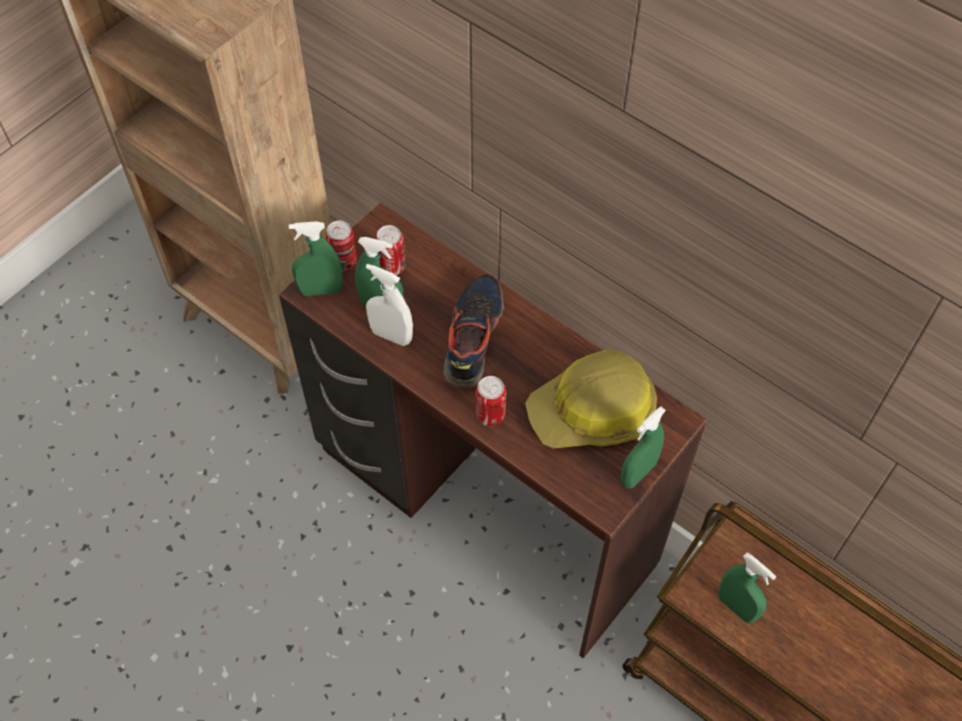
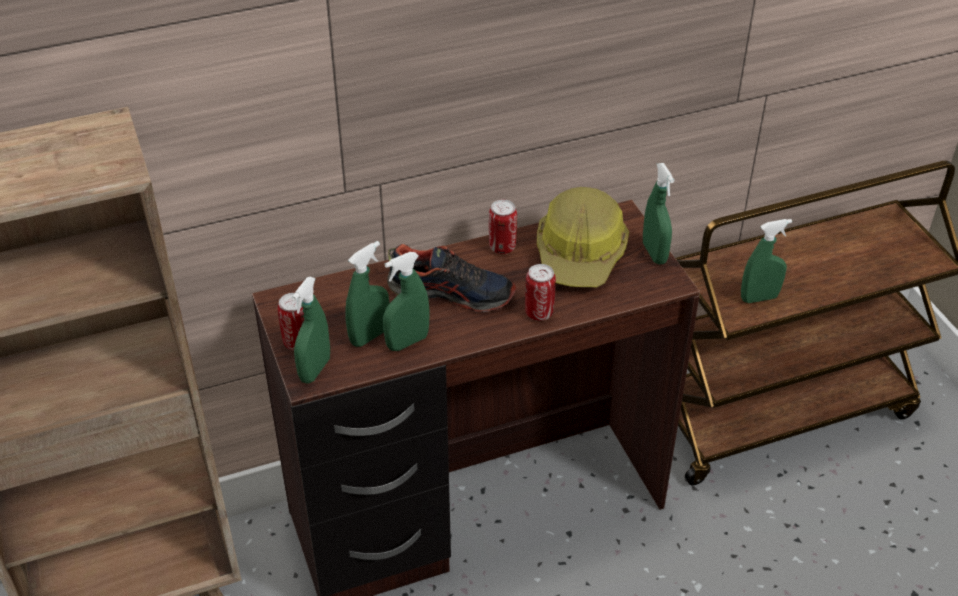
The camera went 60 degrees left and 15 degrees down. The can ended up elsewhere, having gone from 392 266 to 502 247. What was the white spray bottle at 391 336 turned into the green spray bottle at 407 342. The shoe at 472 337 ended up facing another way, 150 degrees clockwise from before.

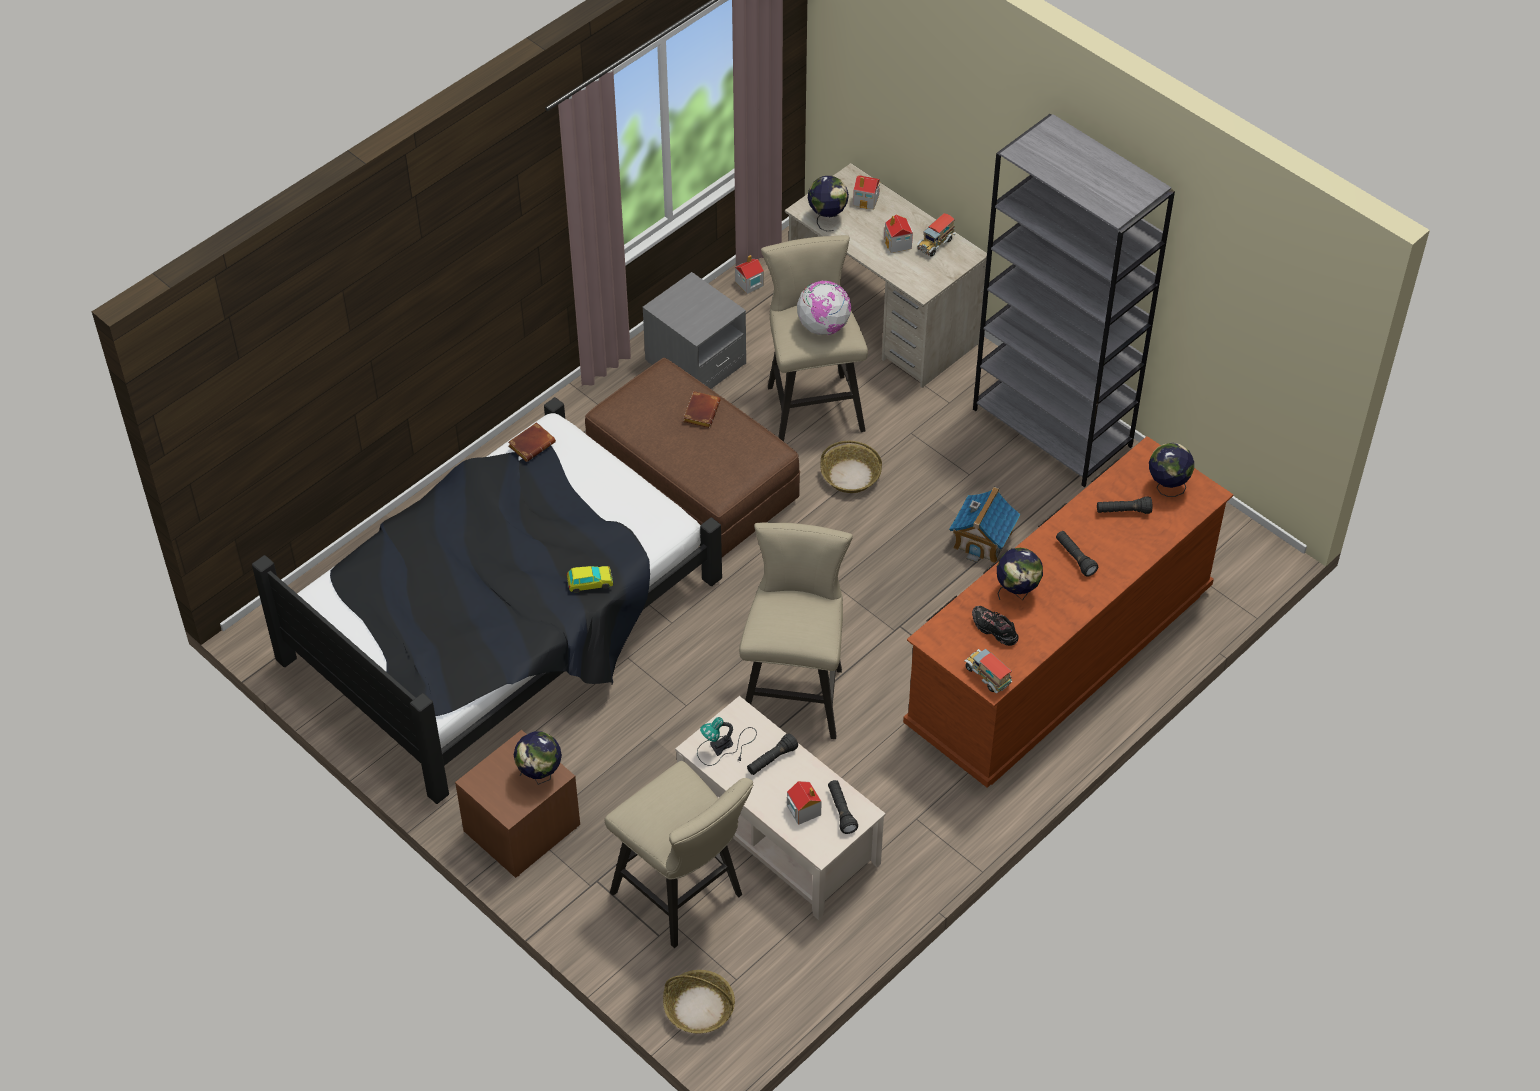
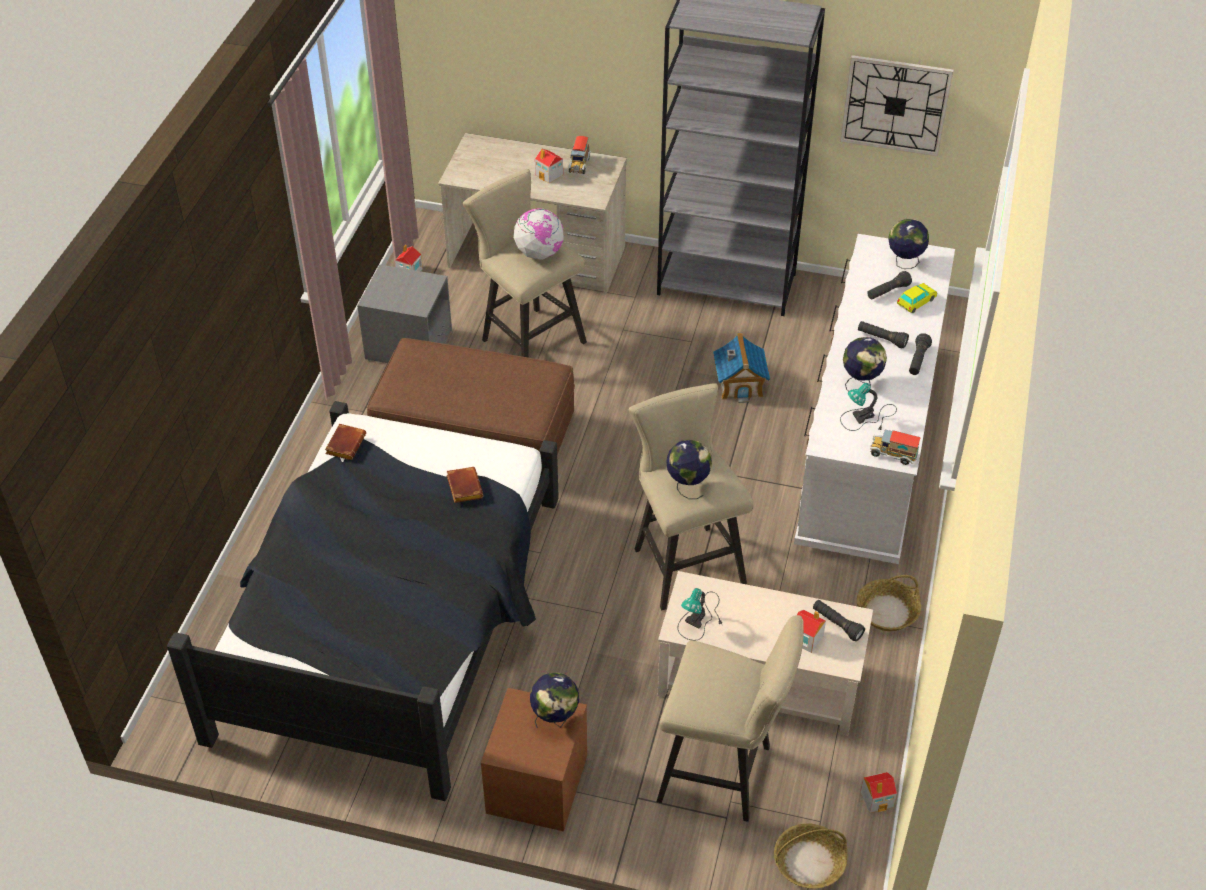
The camera went 30 degrees left and 5 degrees down. The second view gained the wall clock at 895 105. The toy car ended up elsewhere, having gone from 590 583 to 916 302. The brown book ended up elsewhere, having gone from 700 411 to 463 487. The black flashlight ended up elsewhere, having gone from 771 760 to 918 360. The globe ended up elsewhere, having gone from 827 219 to 687 486. The basket ended up elsewhere, having gone from 851 475 to 887 611. The toy house ended up elsewhere, having gone from 866 200 to 877 799. Where the black shoe stood at 994 630, the table lamp came to stand at 867 418. What was the brown dresser at 1059 659 turned into the white dresser at 867 445.

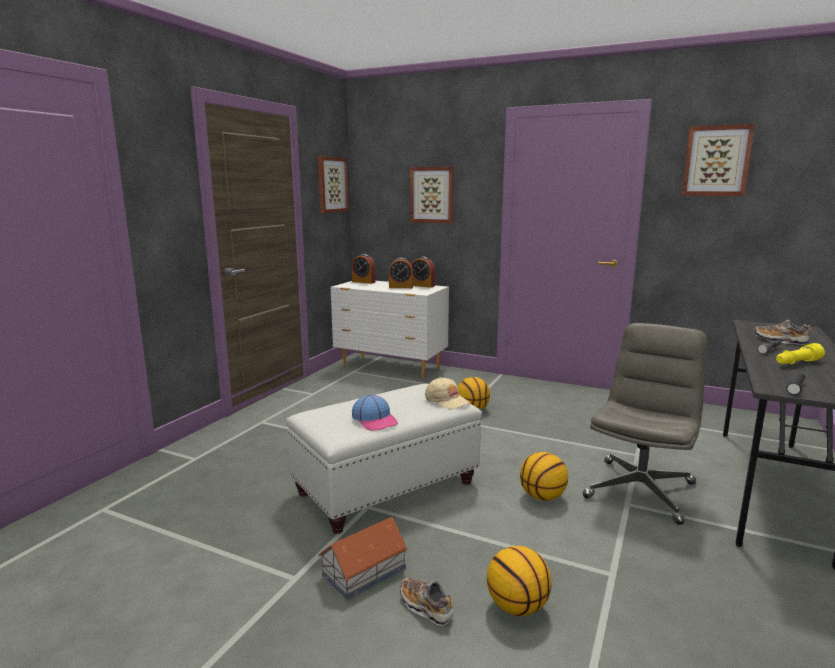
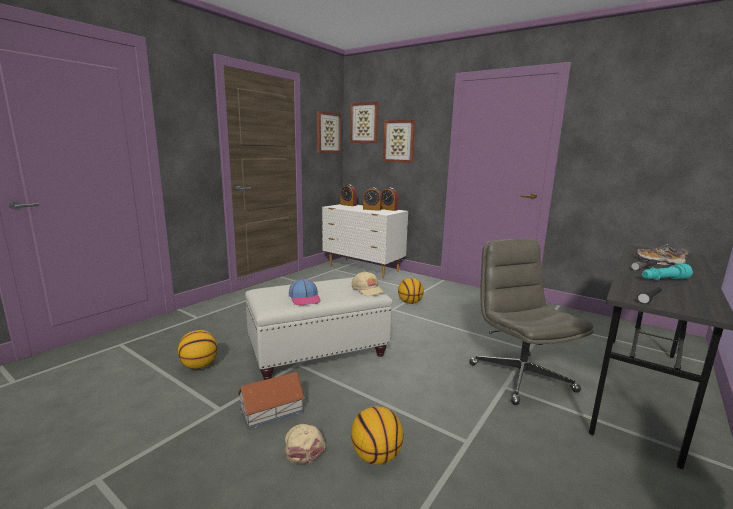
The camera went 10 degrees right and 0 degrees up. The basketball ended up elsewhere, having gone from 542 496 to 199 366. The picture ended up elsewhere, having gone from 716 161 to 364 123. Where the shoe stood at 425 607, the beige cap came to stand at 303 445. What was the yellow flashlight at 796 363 turned into the turquoise flashlight at 663 280. The grey office chair at 640 489 ended up facing another way, 60 degrees counterclockwise from before.

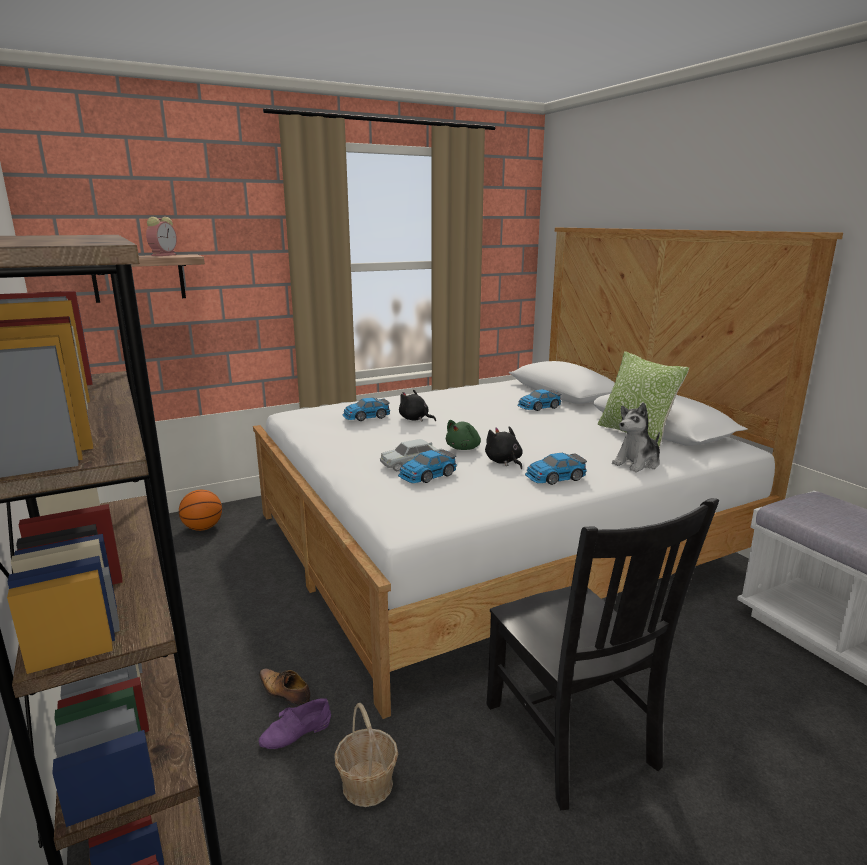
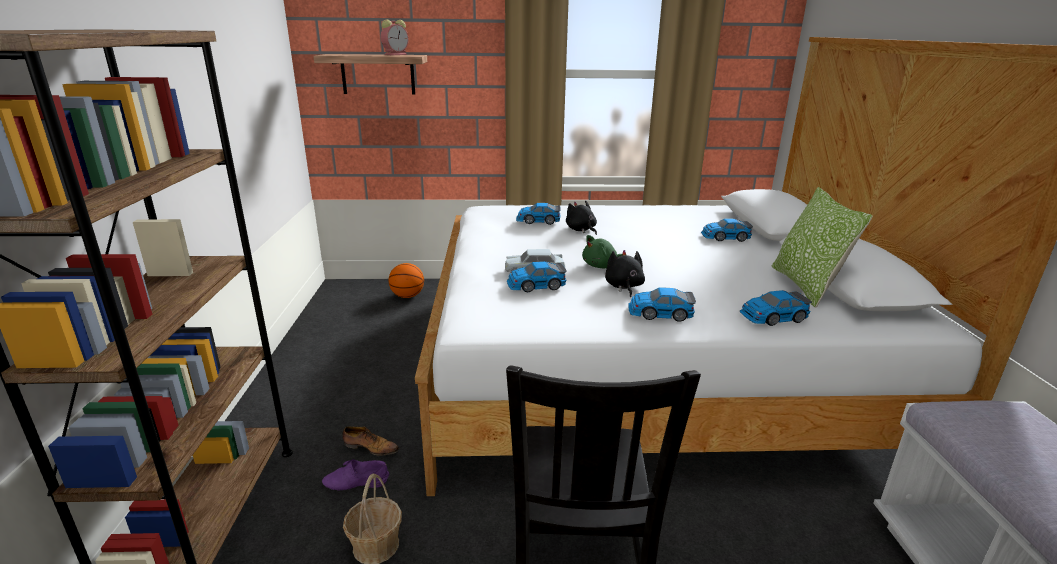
The camera went 25 degrees right and 5 degrees up. Where the plush toy stood at 637 463, the toy car came to stand at 773 317. The shoe at 284 693 ended up facing another way, 135 degrees clockwise from before.

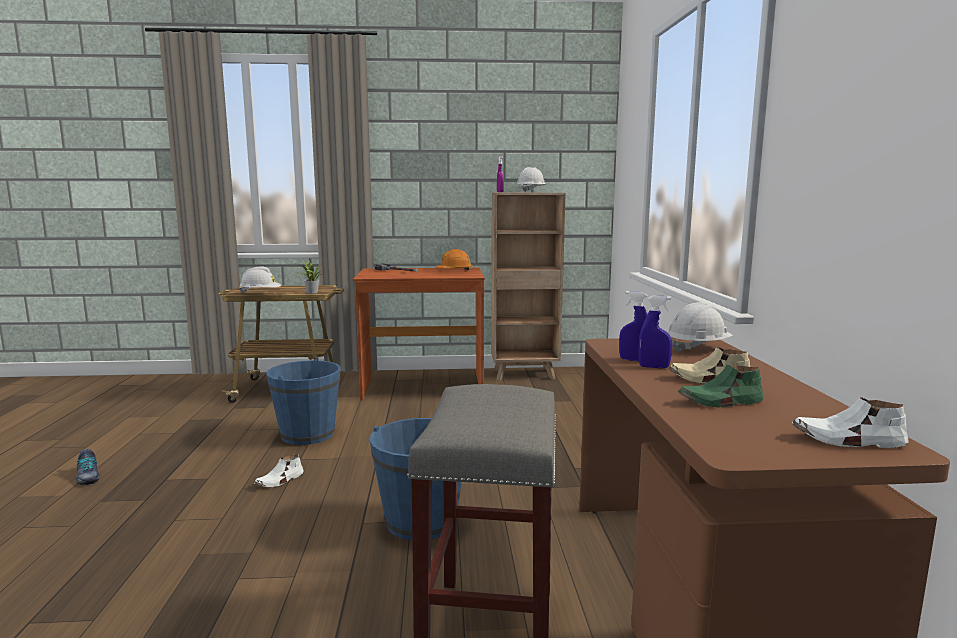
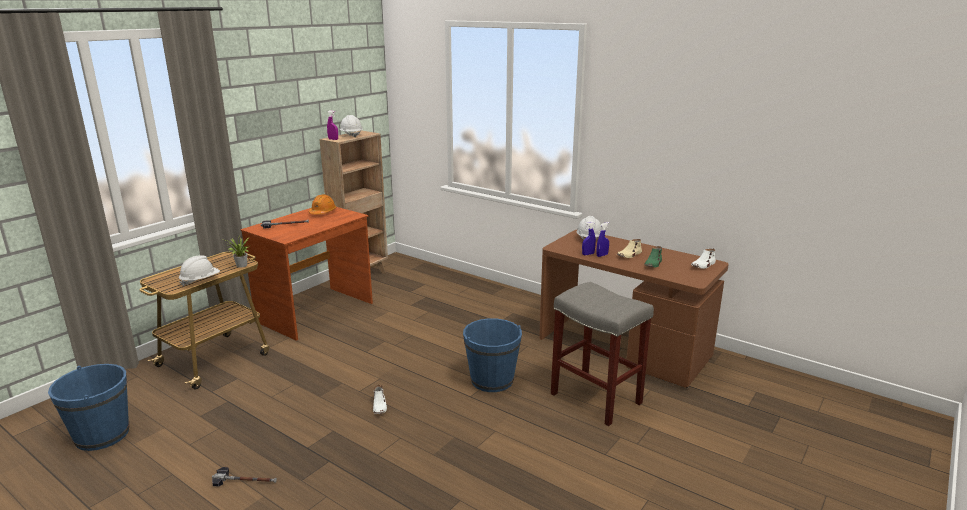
The camera went 50 degrees left and 10 degrees up. The blue bucket ended up elsewhere, having gone from 308 434 to 102 435. Where the shoe stood at 87 477, the hammer came to stand at 245 481.

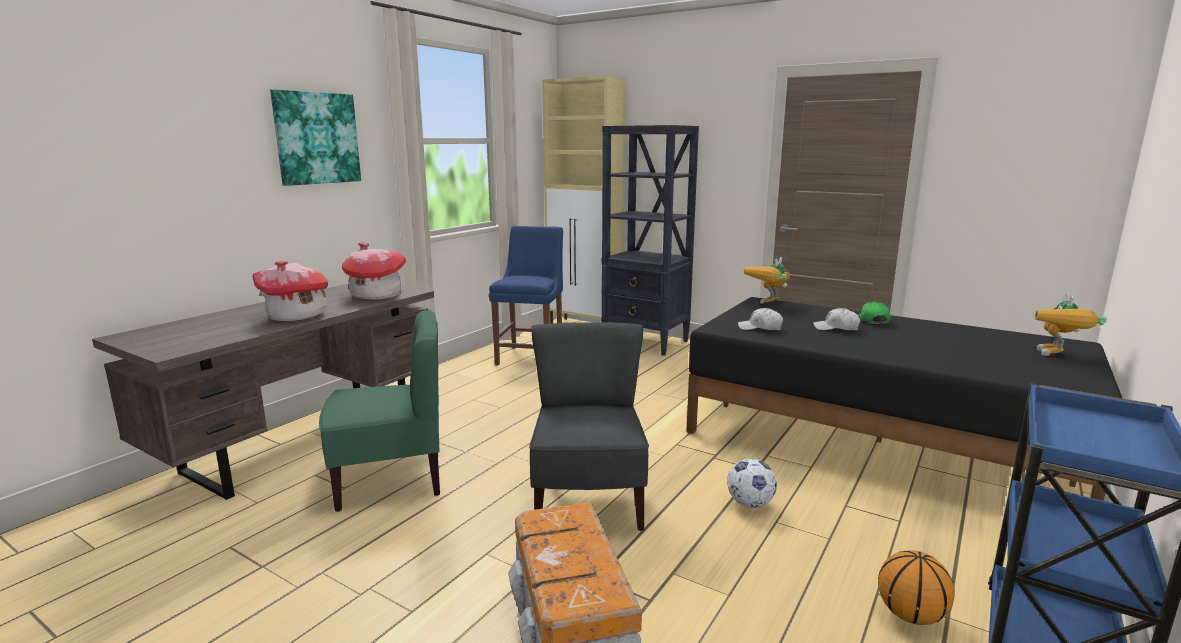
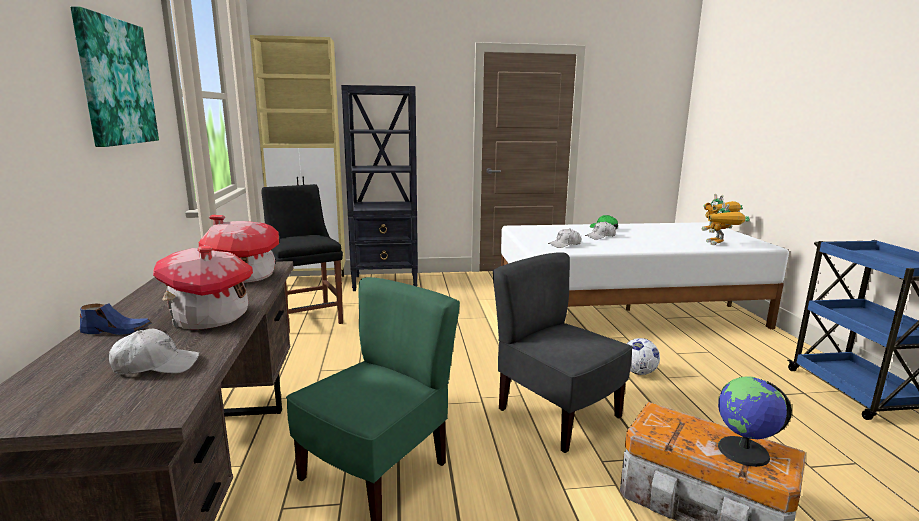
The camera went 40 degrees left and 0 degrees up. The second view lost the basketball at 911 616. The second view gained the blue shoe at 118 331. The second view gained the white cap at 156 365. The second view gained the globe at 743 452. The toy robot ended up elsewhere, having gone from 769 305 to 721 245. What was the blue chair at 531 356 turned into the black chair at 307 317. What was the black bed at 877 441 turned into the white bed at 627 310.

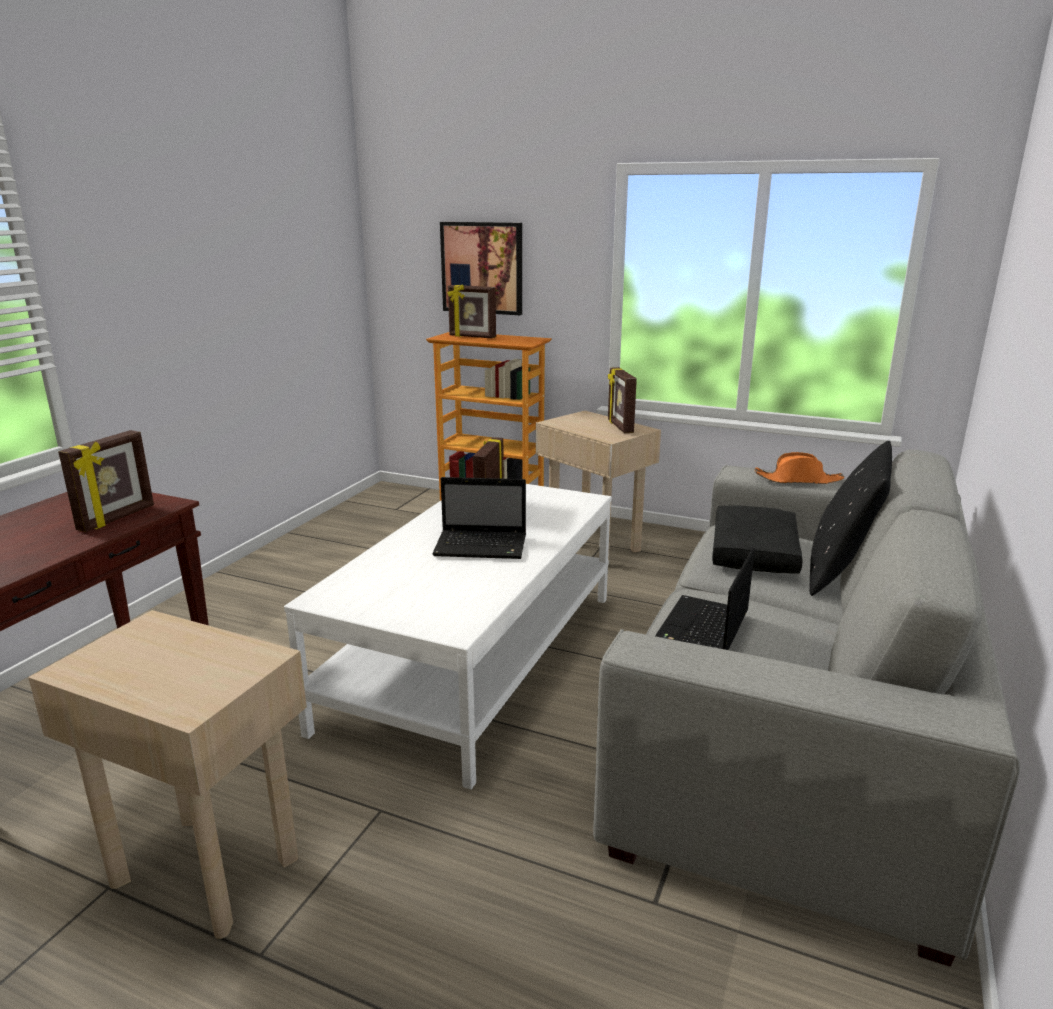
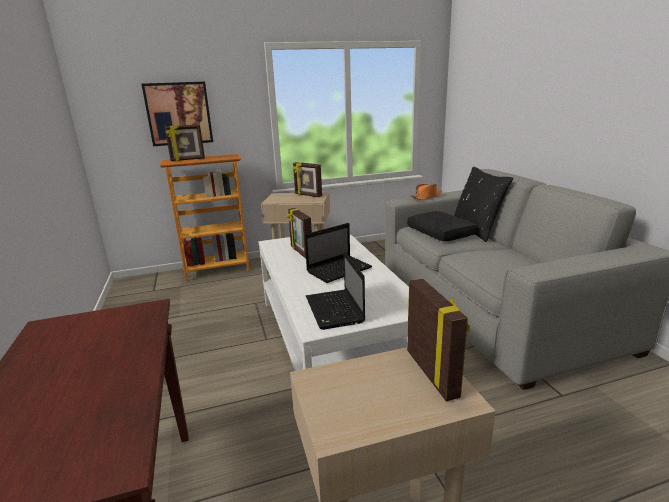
The camera went 40 degrees left and 0 degrees up. The picture frame ended up elsewhere, having gone from 117 518 to 433 373. The laptop ended up elsewhere, having gone from 702 631 to 335 310.

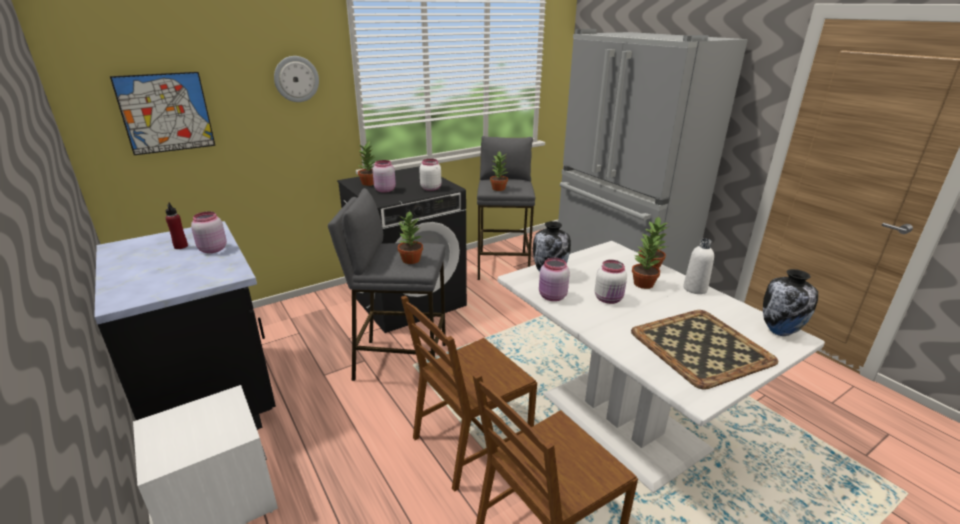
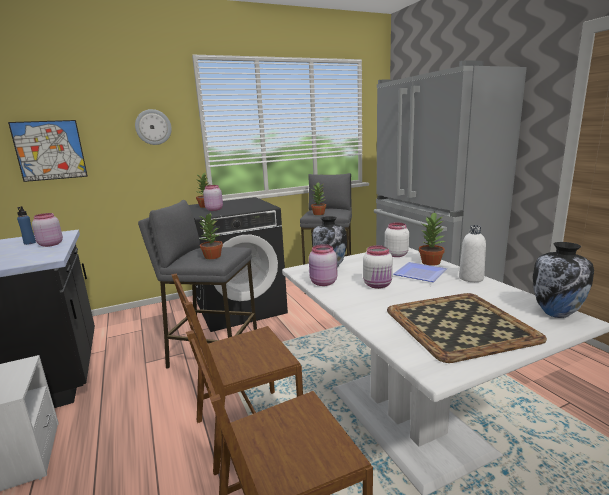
The camera went 10 degrees right and 10 degrees down. The white jar ended up elsewhere, having gone from 430 188 to 396 254. Where the potted plant stood at 642 284, the plate came to stand at 418 274. What was the red bottle at 181 246 turned into the blue bottle at 30 243.

